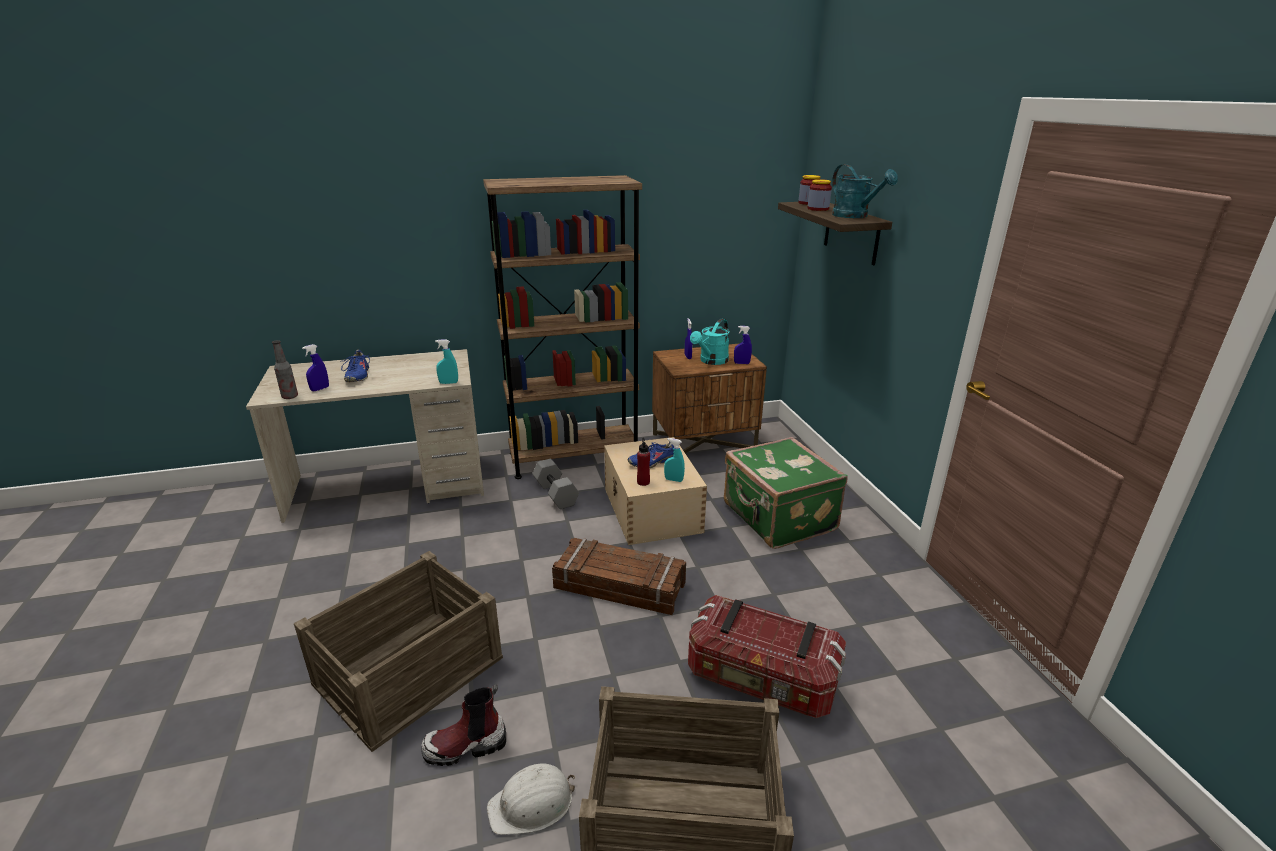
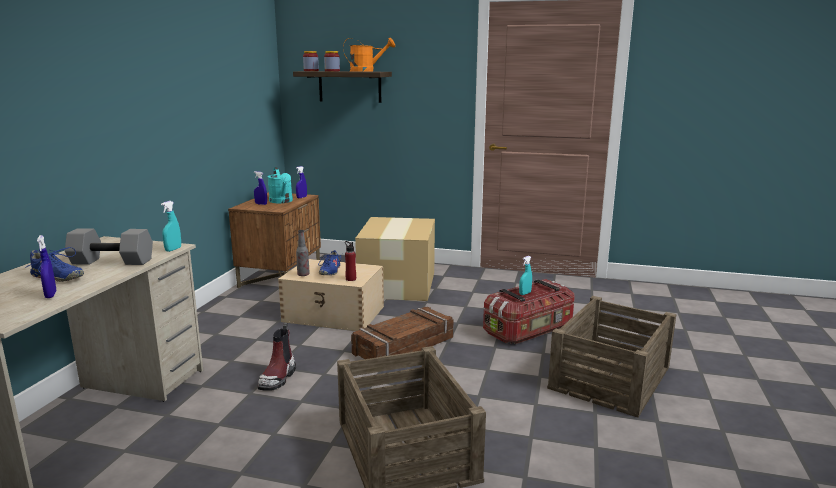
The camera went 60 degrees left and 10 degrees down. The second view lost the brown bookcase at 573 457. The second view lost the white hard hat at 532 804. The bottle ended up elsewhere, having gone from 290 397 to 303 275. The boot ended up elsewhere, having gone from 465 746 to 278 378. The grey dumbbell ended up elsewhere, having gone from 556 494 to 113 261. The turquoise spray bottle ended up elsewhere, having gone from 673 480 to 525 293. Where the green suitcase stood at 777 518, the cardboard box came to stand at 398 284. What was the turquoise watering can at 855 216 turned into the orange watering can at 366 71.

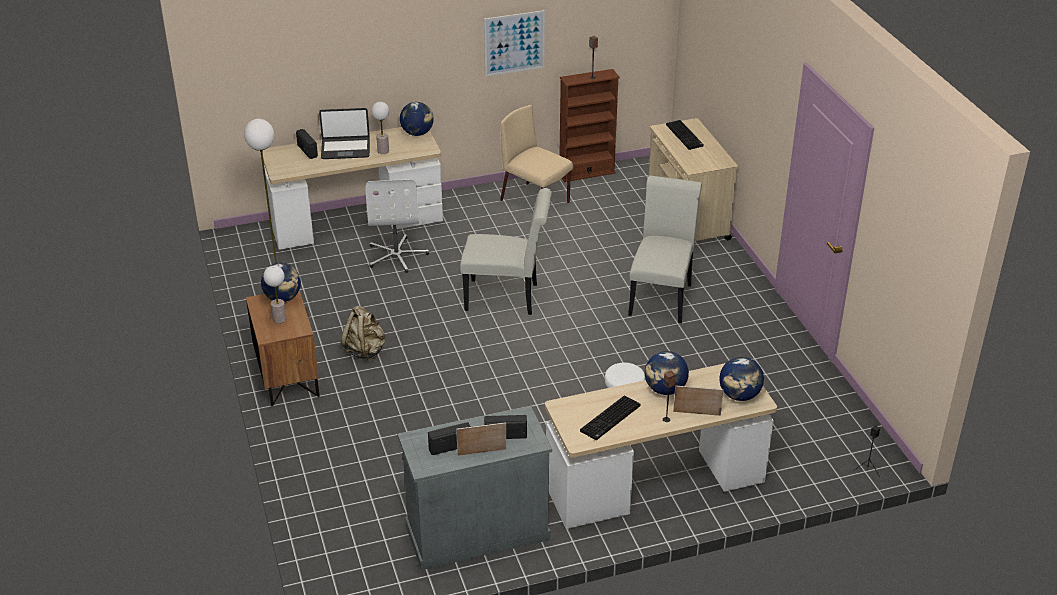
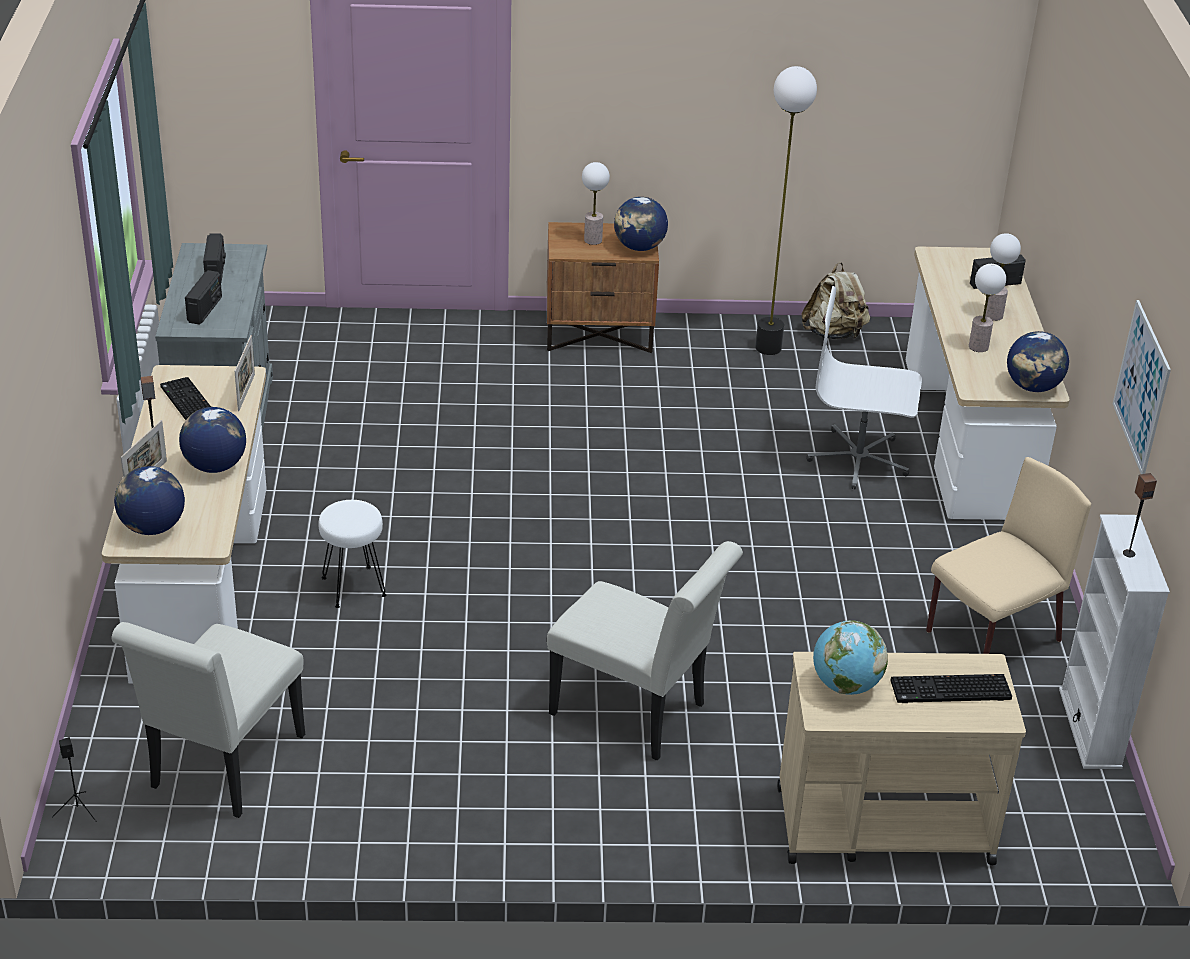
The camera went 105 degrees right and 0 degrees up. The second view gained the globe at 845 685. The beige backpack ended up elsewhere, having gone from 365 350 to 834 334. The picture frame ended up elsewhere, having gone from 482 452 to 246 392. The white chair ended up elsewhere, having gone from 507 297 to 222 768. Where the laptop stood at 345 149, the table lamp came to stand at 993 315. What was the brown bookcase at 586 173 turned into the white bookcase at 1090 728.

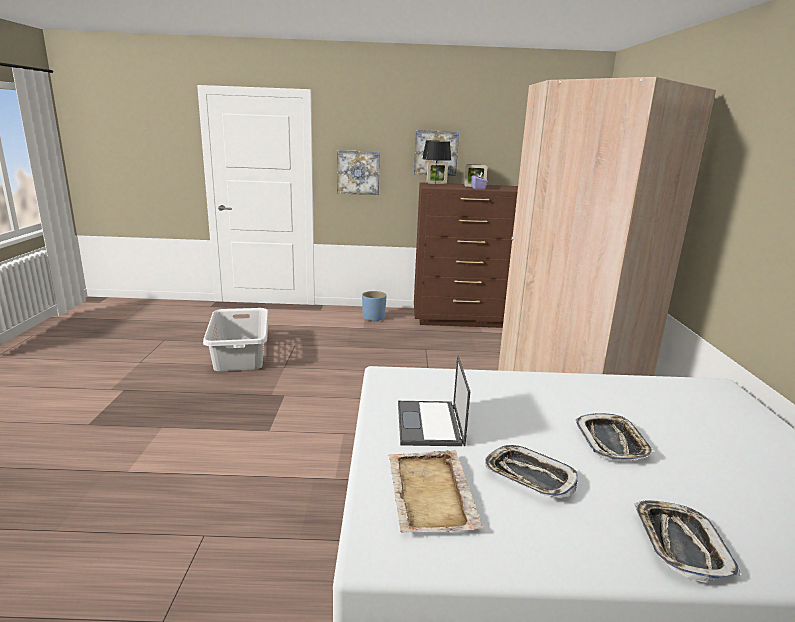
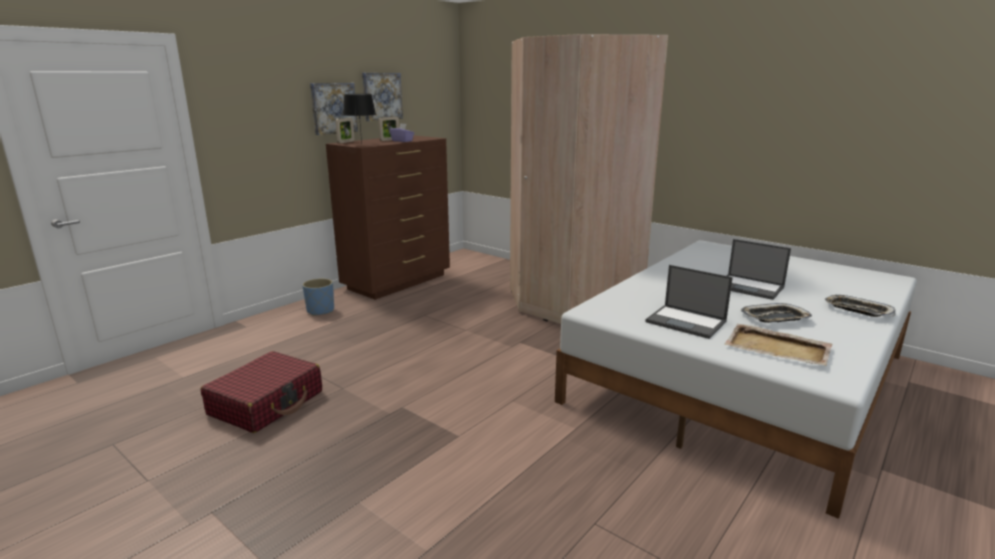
The camera went 50 degrees left and 0 degrees up. The picture ended up elsewhere, having gone from 358 172 to 381 96. Where the grey laundry basket stood at 241 355, the red suitcase came to stand at 267 403. Where the tray stood at 612 442, the laptop came to stand at 750 287.

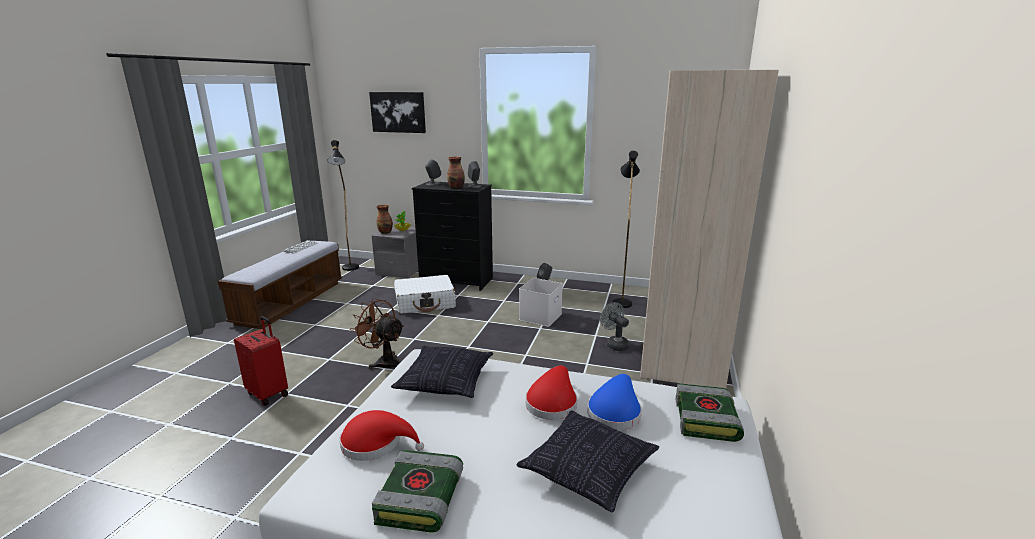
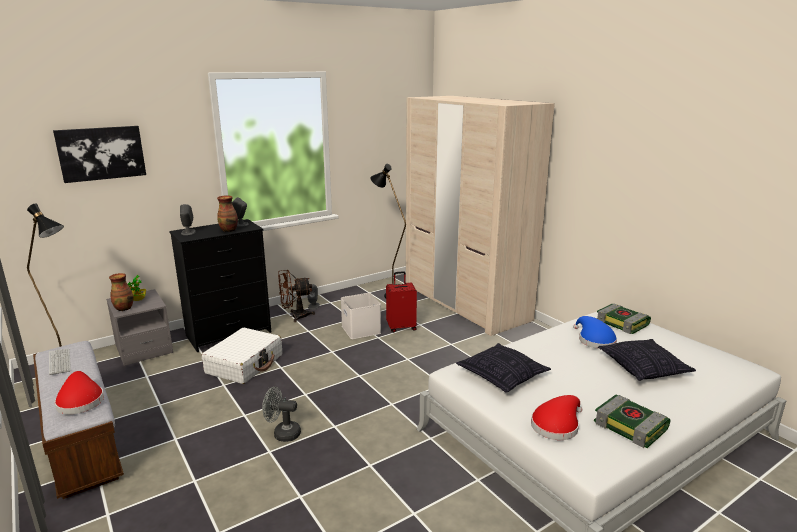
The camera went 50 degrees left and 0 degrees up. The red suitcase ended up elsewhere, having gone from 269 394 to 401 327. The brown fan ended up elsewhere, having gone from 384 362 to 295 316. The red hat ended up elsewhere, having gone from 552 402 to 80 401. The grey fan ended up elsewhere, having gone from 614 344 to 282 433.

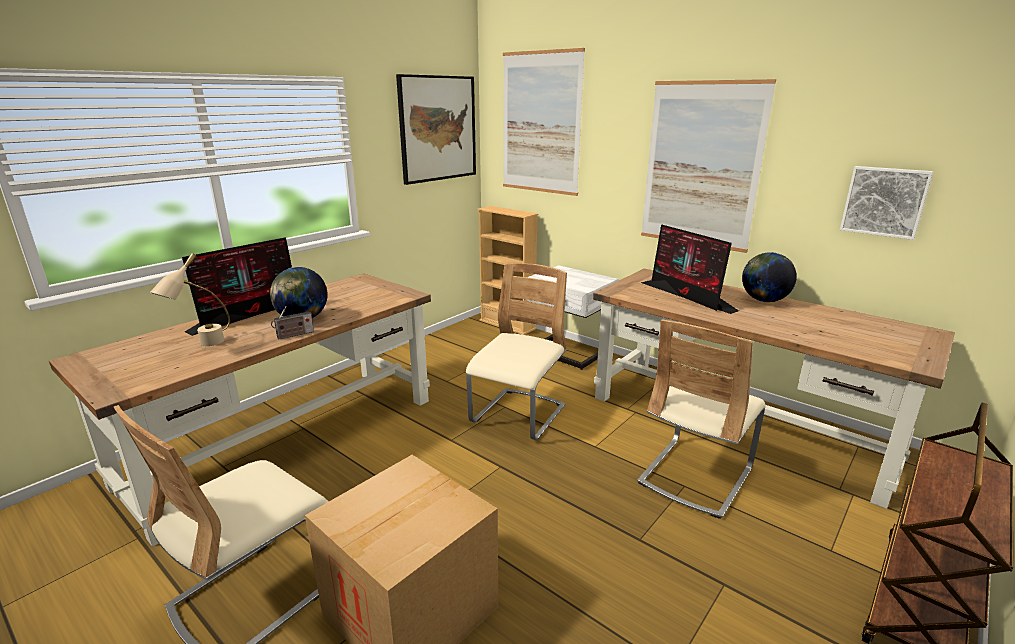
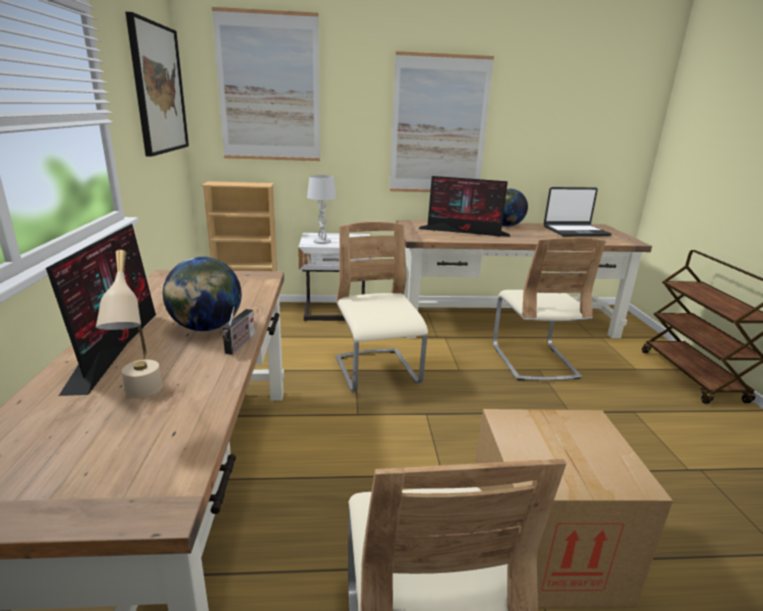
The camera went 45 degrees left and 0 degrees up. The second view lost the picture at 884 201. The second view gained the white table lamp at 322 241. The second view gained the laptop at 575 231.

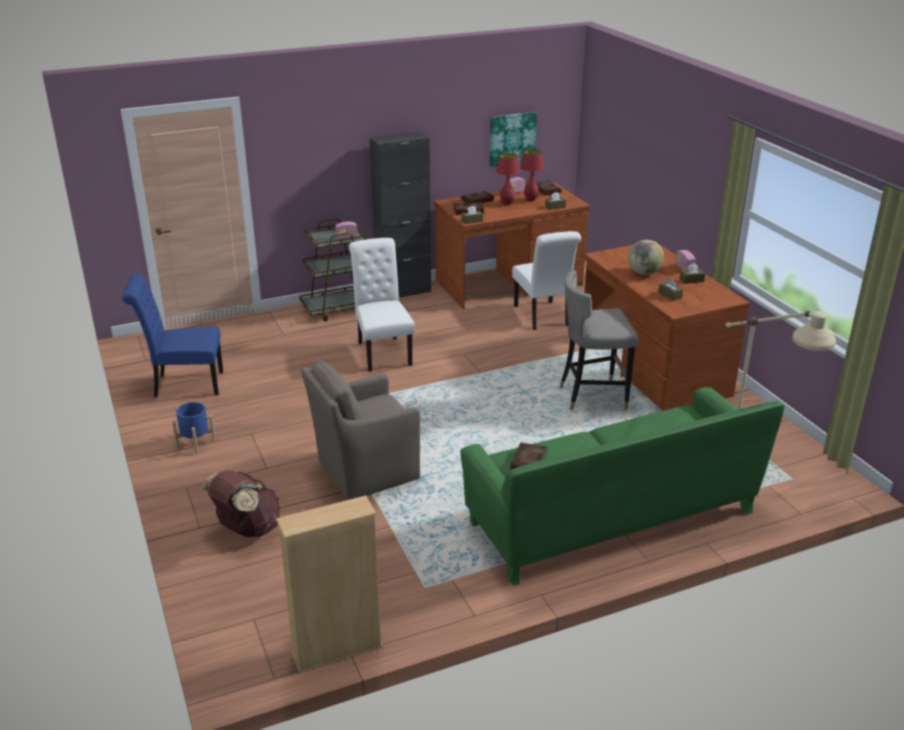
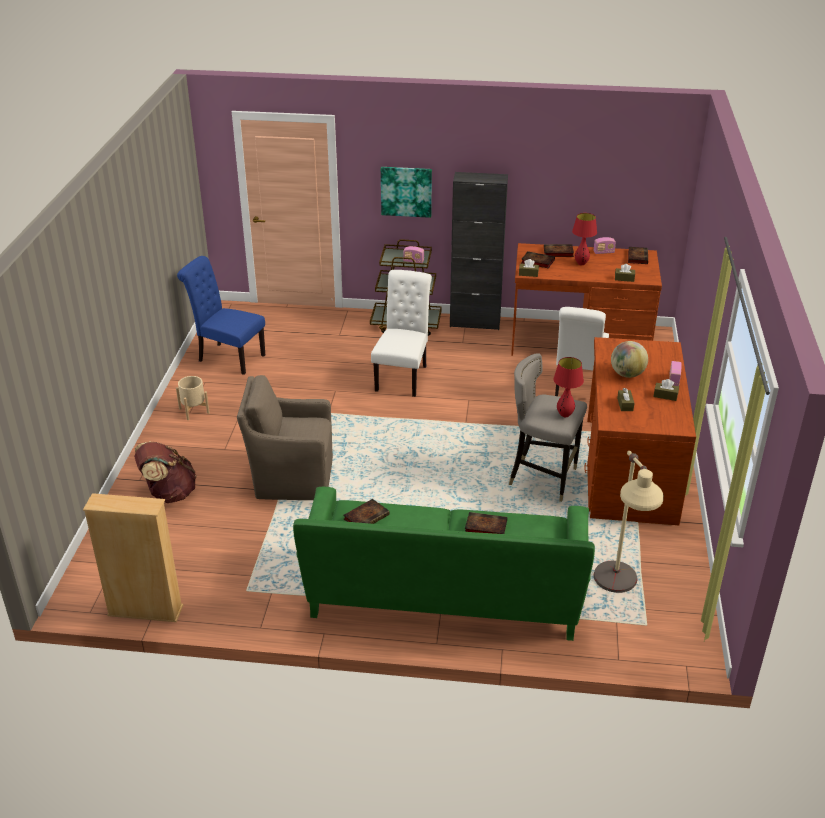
The camera went 30 degrees right and 5 degrees up. The second view gained the book at 484 527. The picture ended up elsewhere, having gone from 512 138 to 406 191. The red table lamp ended up elsewhere, having gone from 531 200 to 565 415. What was the blue planter at 195 443 turned into the beige planter at 194 411.

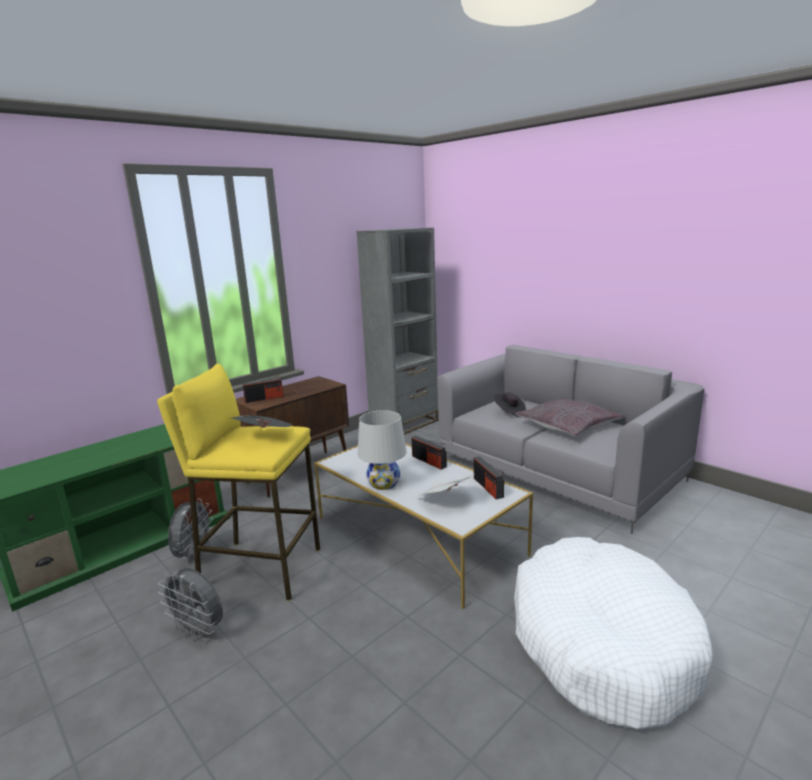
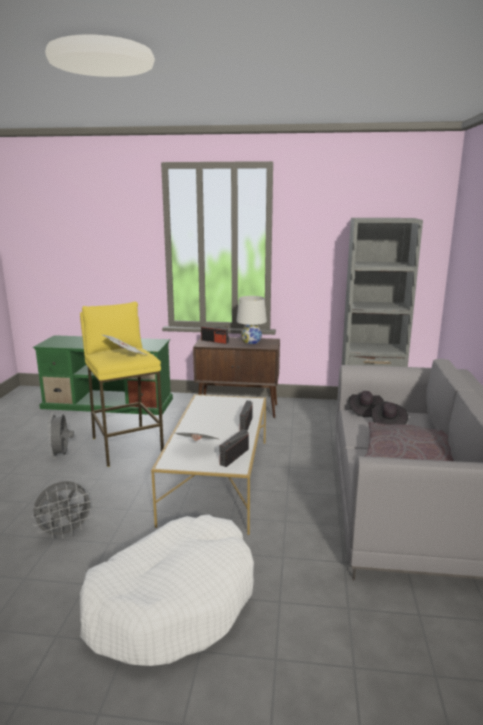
The camera went 50 degrees right and 0 degrees up. The second view gained the black hat at 365 411. The grey fan ended up elsewhere, having gone from 194 555 to 65 533. The white table lamp ended up elsewhere, having gone from 383 484 to 251 341.

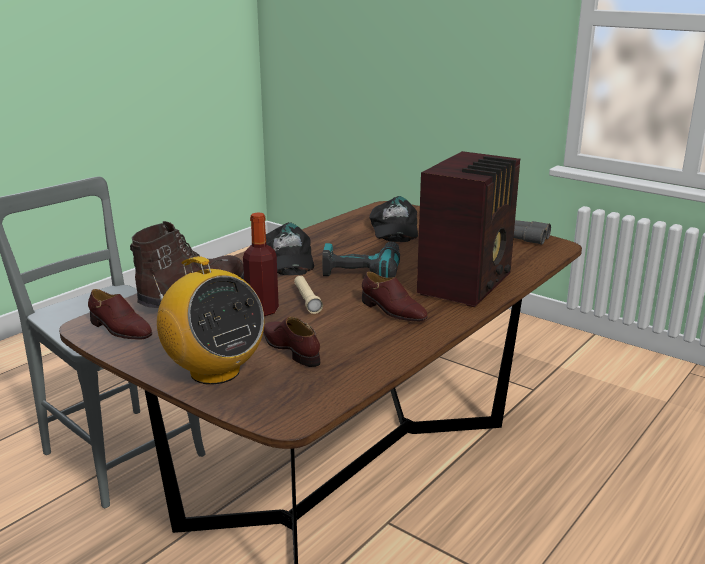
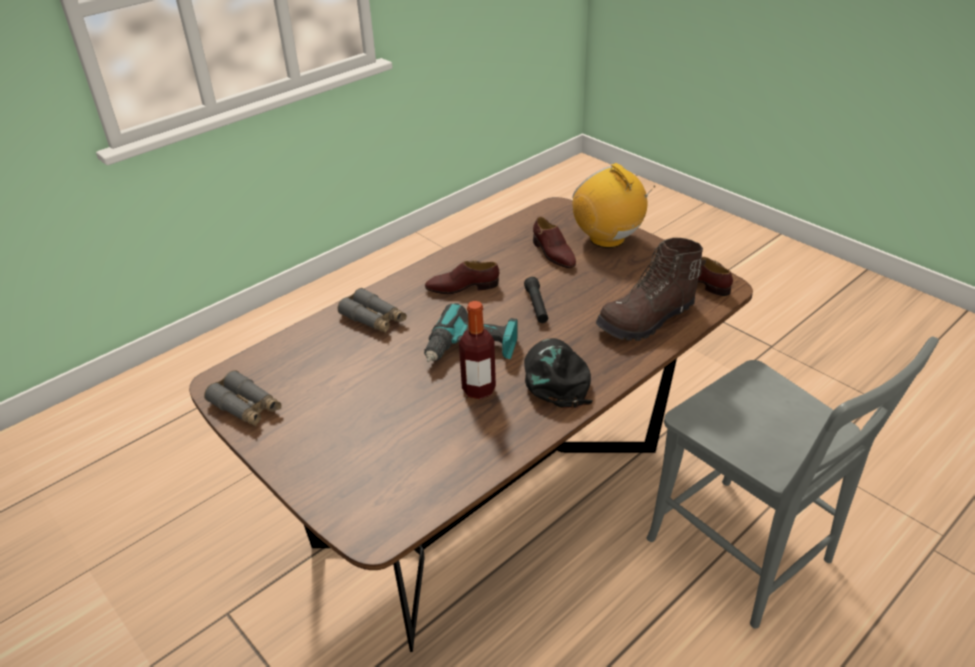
The camera went 170 degrees left and 15 degrees up. The second view lost the black cap at 393 228. The bottle ended up elsewhere, having gone from 262 311 to 478 389. Where the radio stood at 467 284, the grey binoculars came to stand at 374 319. What was the beige flashlight at 307 300 turned into the black flashlight at 536 306. The brown shoe at 393 311 ended up facing another way, 60 degrees counterclockwise from before.

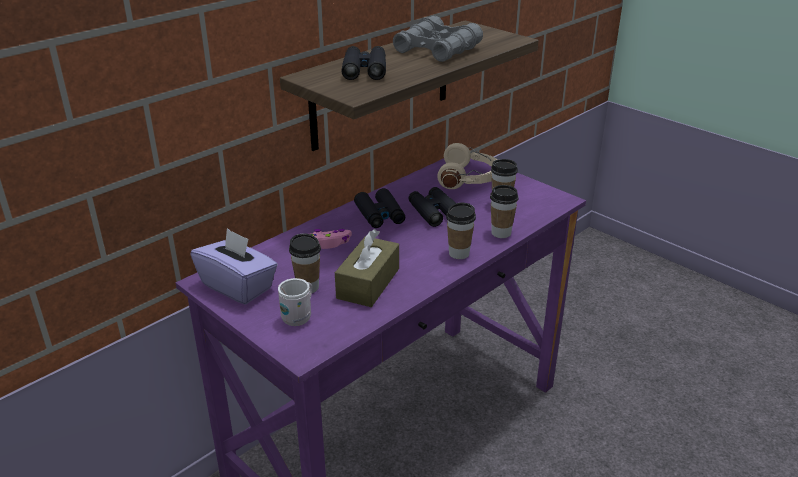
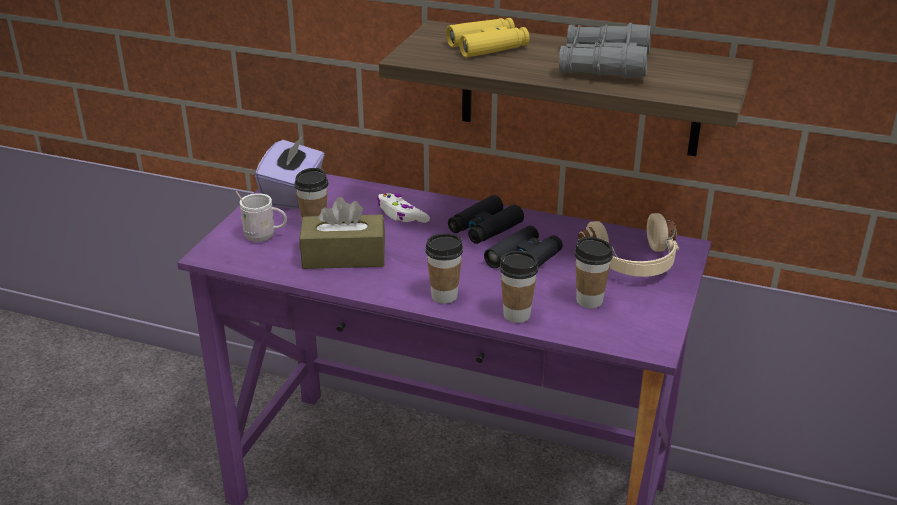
The camera went 65 degrees right and 0 degrees up. What was the pink game controller at 328 243 turned into the white game controller at 401 215. What was the black binoculars at 364 70 turned into the yellow binoculars at 488 46.

